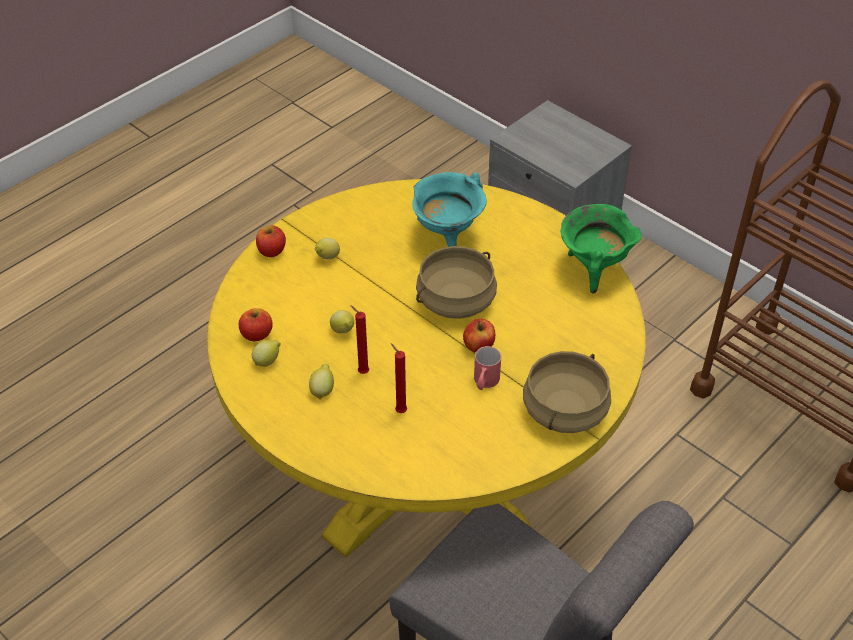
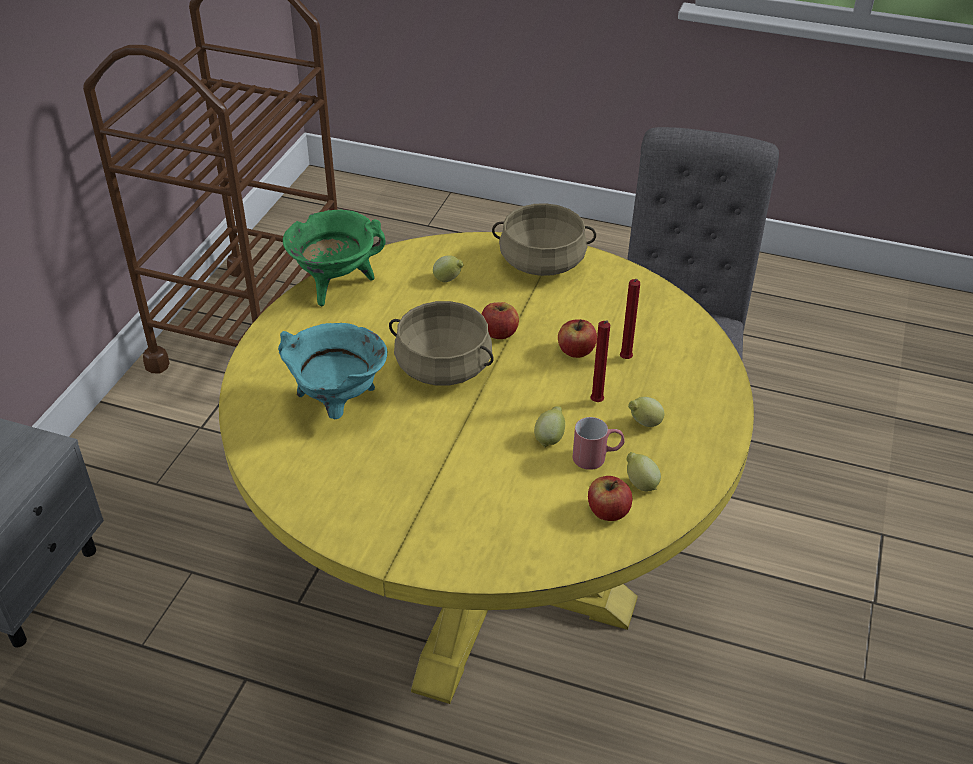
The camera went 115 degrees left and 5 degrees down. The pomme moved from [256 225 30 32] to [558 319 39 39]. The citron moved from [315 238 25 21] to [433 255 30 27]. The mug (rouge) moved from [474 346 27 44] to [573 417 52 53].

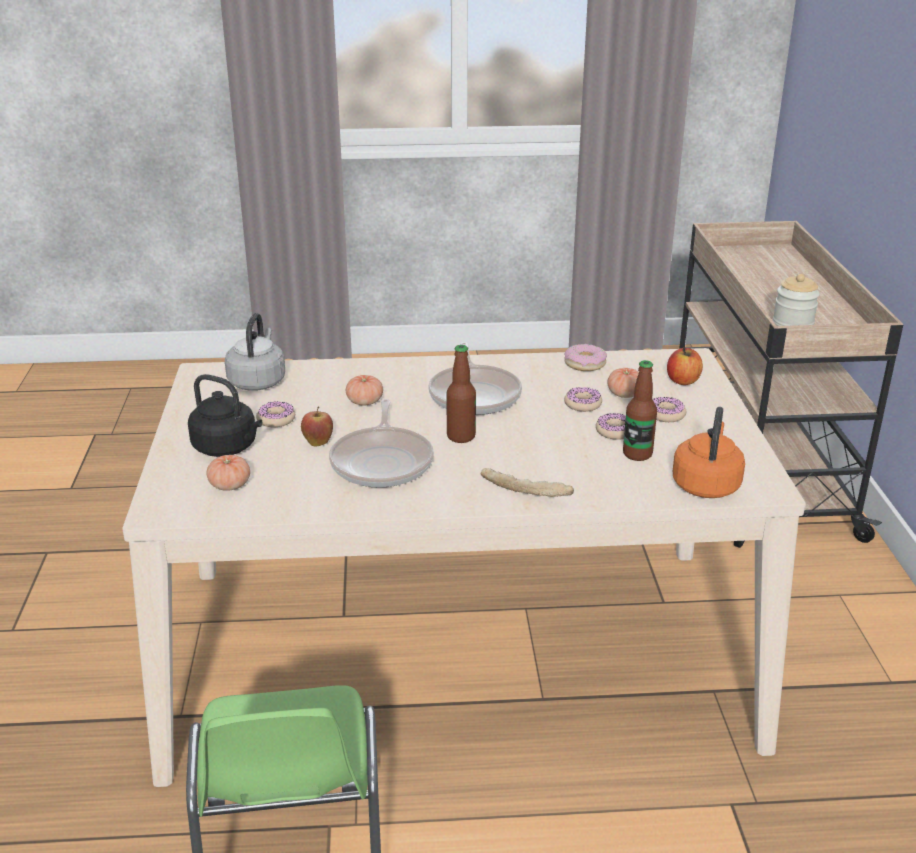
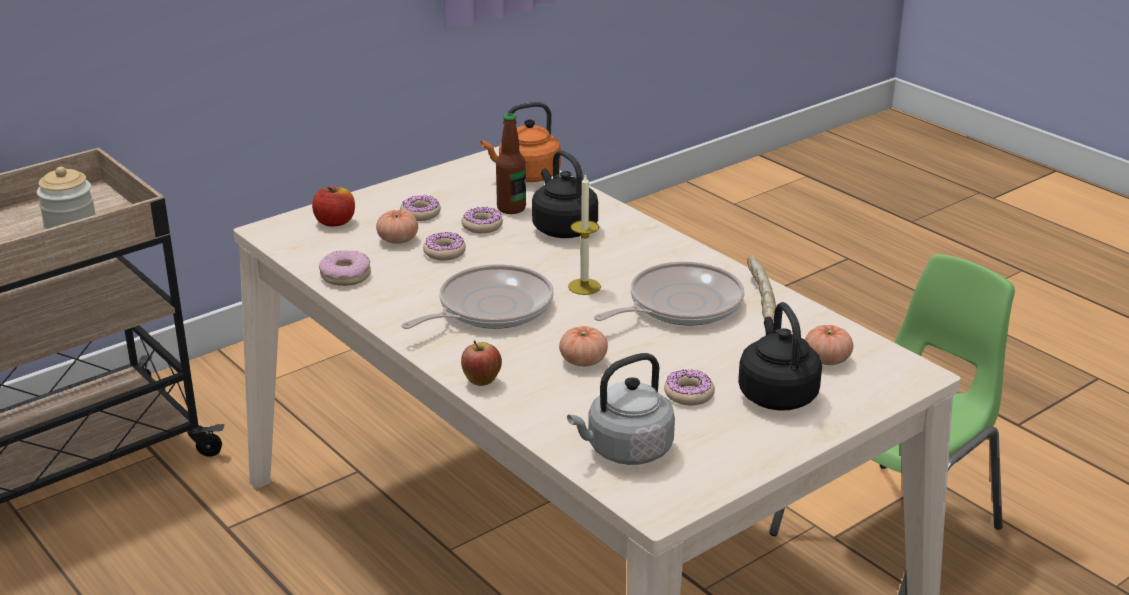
The camera went 125 degrees left and 0 degrees up. The bouilloire (noir) at [532 150 66 88] appeared. The pomme moved from [301 406 32 40] to [461 340 41 46]. The pain moved from [480 468 94 29] to [747 256 29 65]. The bouteille at [446 345 30 98] was replaced by the bougie at [568 174 33 121].

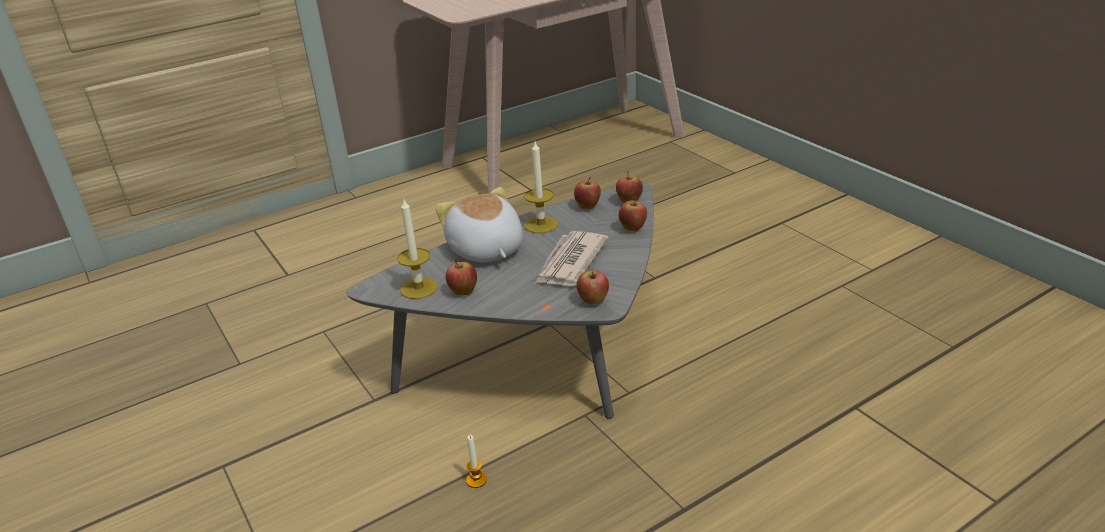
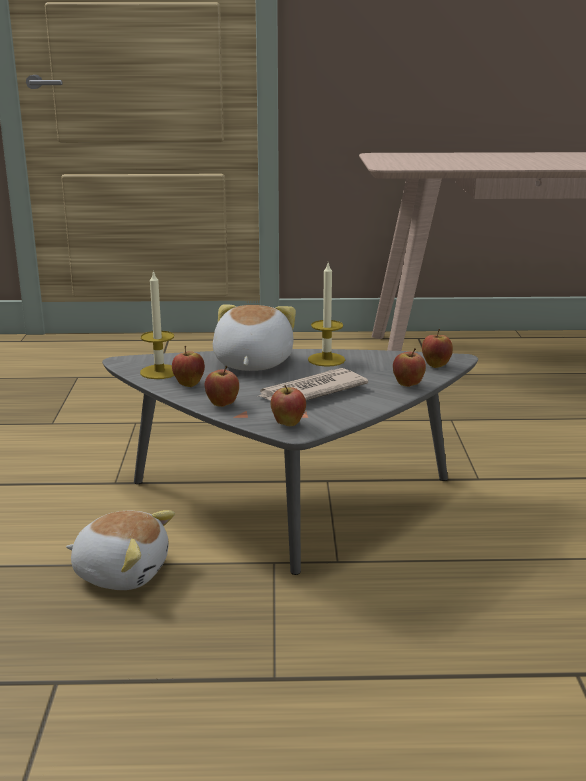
The camera went 30 degrees right and 10 degrees down. The pomme moved from [574 177 27 32] to [204 366 35 41]. The bougie at [466 435 21 53] was replaced by the peluche at [66 510 109 80].

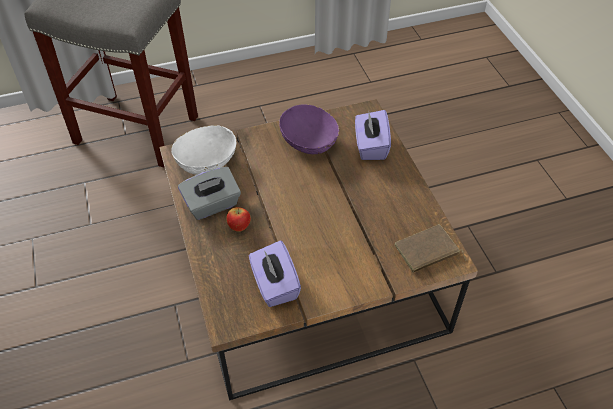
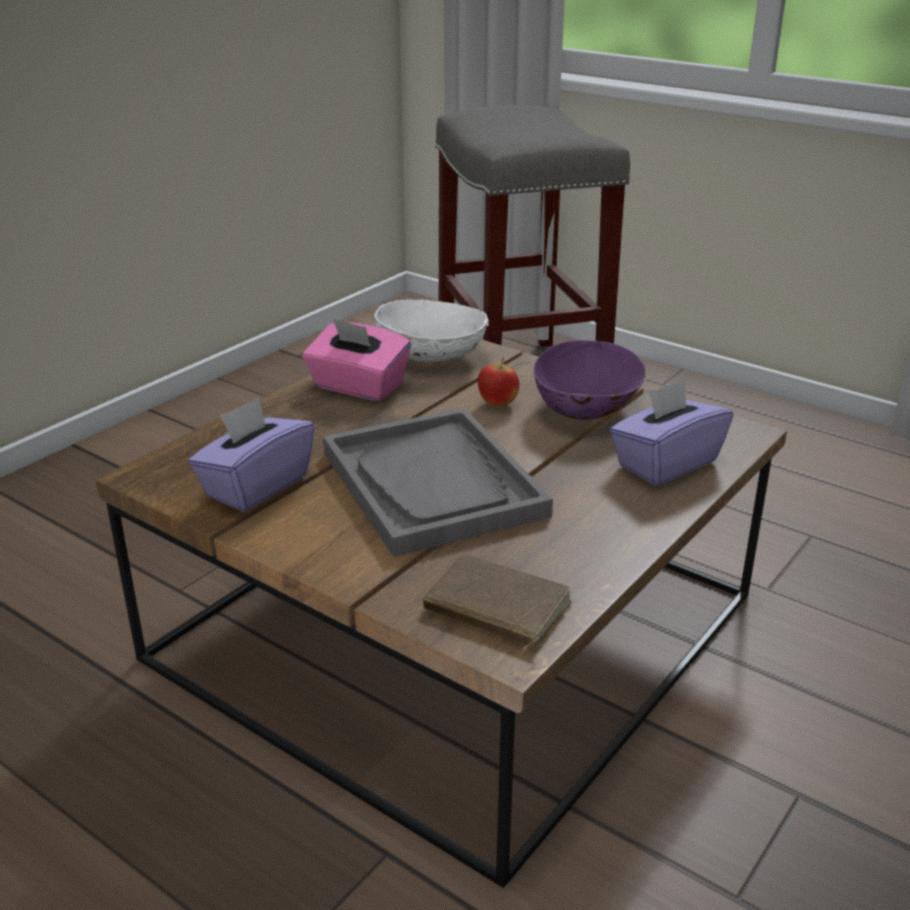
The camera went 55 degrees right and 20 degrees down. The plateau (gris) at [323 408 230 149] appeared. The pomme moved from [226 207 25 25] to [478 358 41 49]. The boîte à mouchoirs (gris) at [178 167 63 53] became the boîte à mouchoirs (rose) at [303 318 108 83].

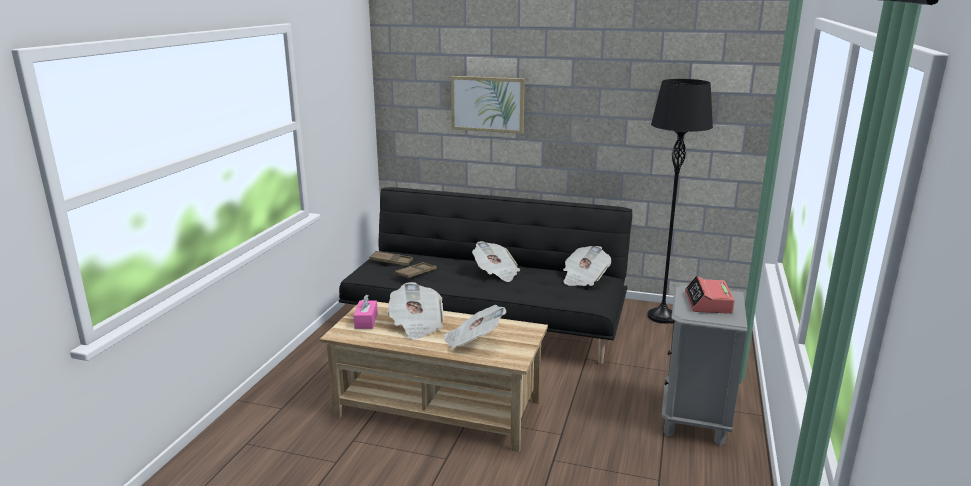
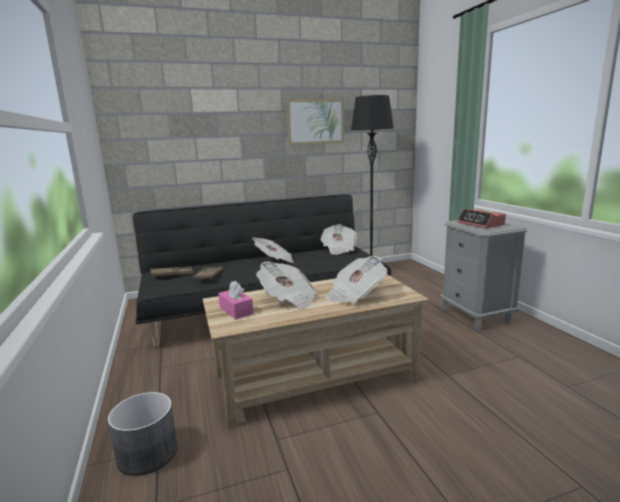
The camera went 35 degrees left and 5 degrees down. The cache-pot (gris) at [108 392 70 84] appeared. The tableau moved from [451 76 74 58] to [286 99 58 46].

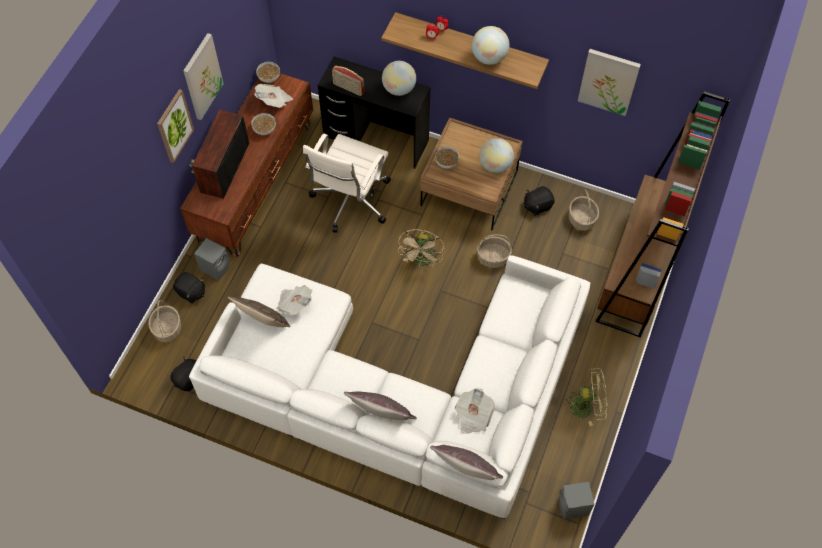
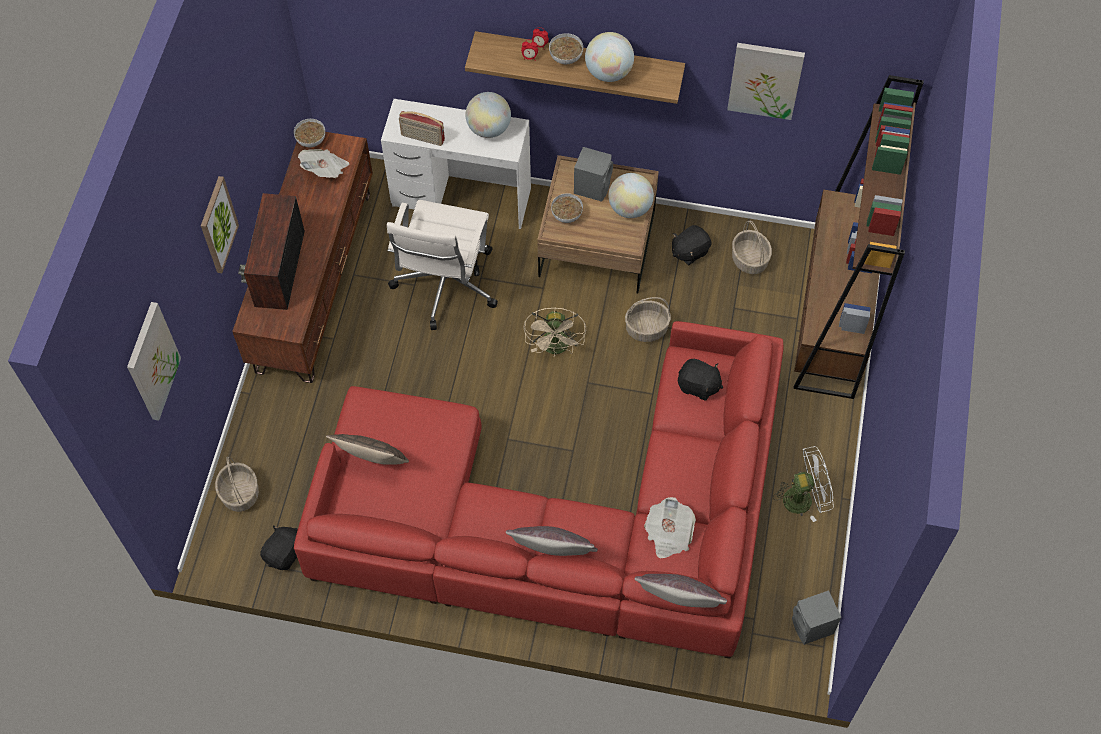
The camera went 10 degrees left and 0 degrees up. The journal at [277 285 35 30] disappeared. The peluche (noir) moved from [173 272 32 32] to [678 359 45 42]. The tableau moved from [183 33 41 87] to [127 302 54 119]. The enceinte (gris) moved from [194 238 36 42] to [574 147 39 55]. The bol moved from [251 113 25 22] to [549 33 34 31]. The canapé (blanc) at [189 255 401 265] became the canapé (rouge) at [294 321 490 338]. The bureau (noir) at [318 56 112 113] became the bureau (blanc) at [381 99 150 130]. The ventilateur (vert) at [563 368 44 58] became the ventilateur (blanc) at [773 446 61 76].

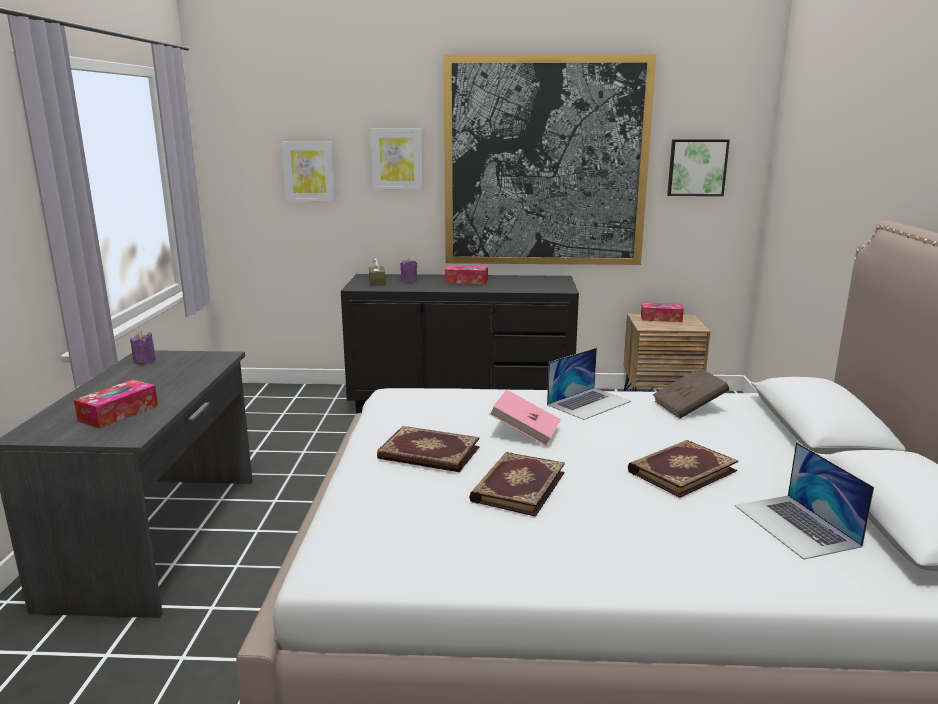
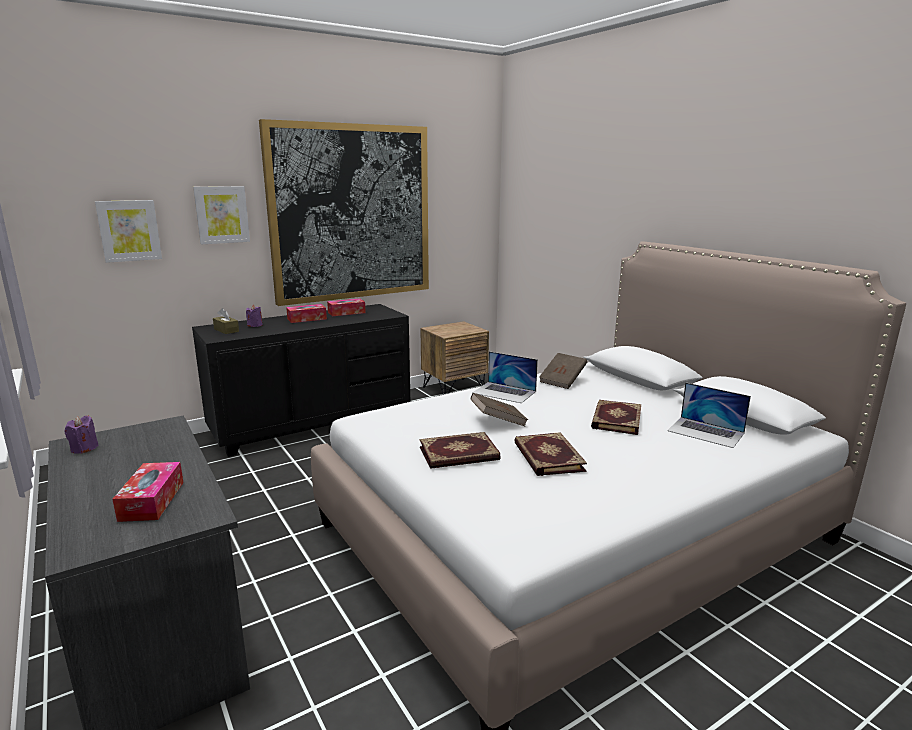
The camera went 35 degrees left and 0 degrees up. The tableau at [667 139 63 57] disappeared. The boîte à mouchoirs moved from [641 302 43 20] to [327 299 39 17]. The livre (rose) at [490 389 71 57] became the livre (marron) at [470 393 58 33]. The ordinateur portable at [547 348 84 72] turned 105 degrees clockwise.

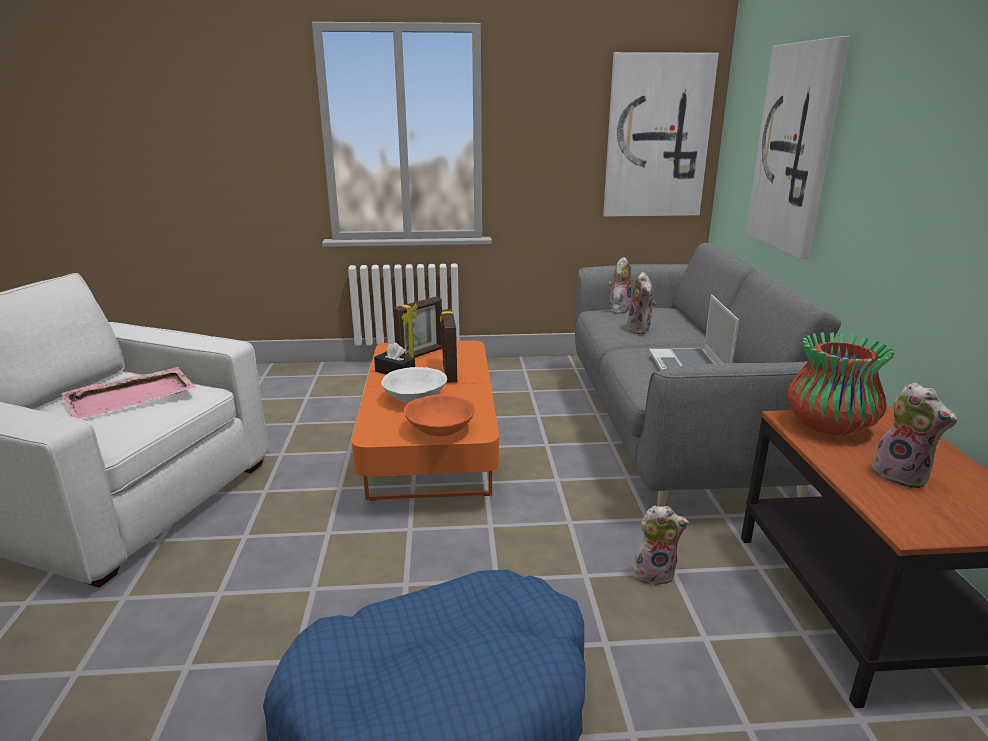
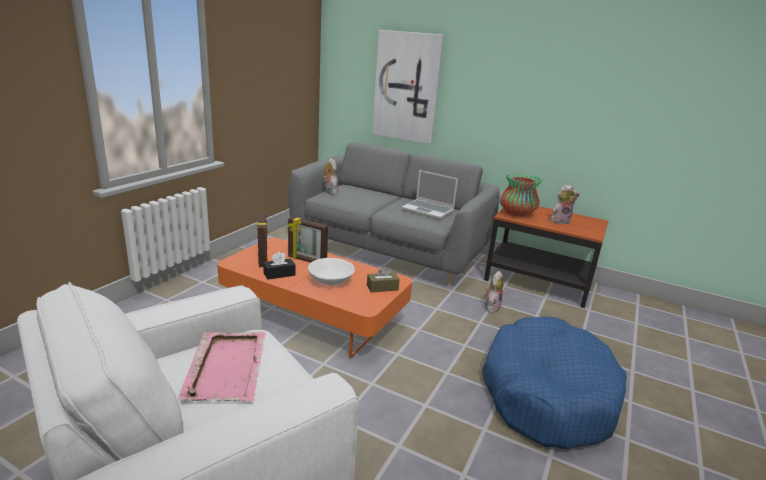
The camera went 60 degrees left and 0 degrees up. The tableau at [603 52 116 165] disappeared. The peluche at [627 272 29 62] disappeared. The bol (orange) at [404 394 71 42] was replaced by the boîte à mouchoirs (marron) at [367 266 33 27].

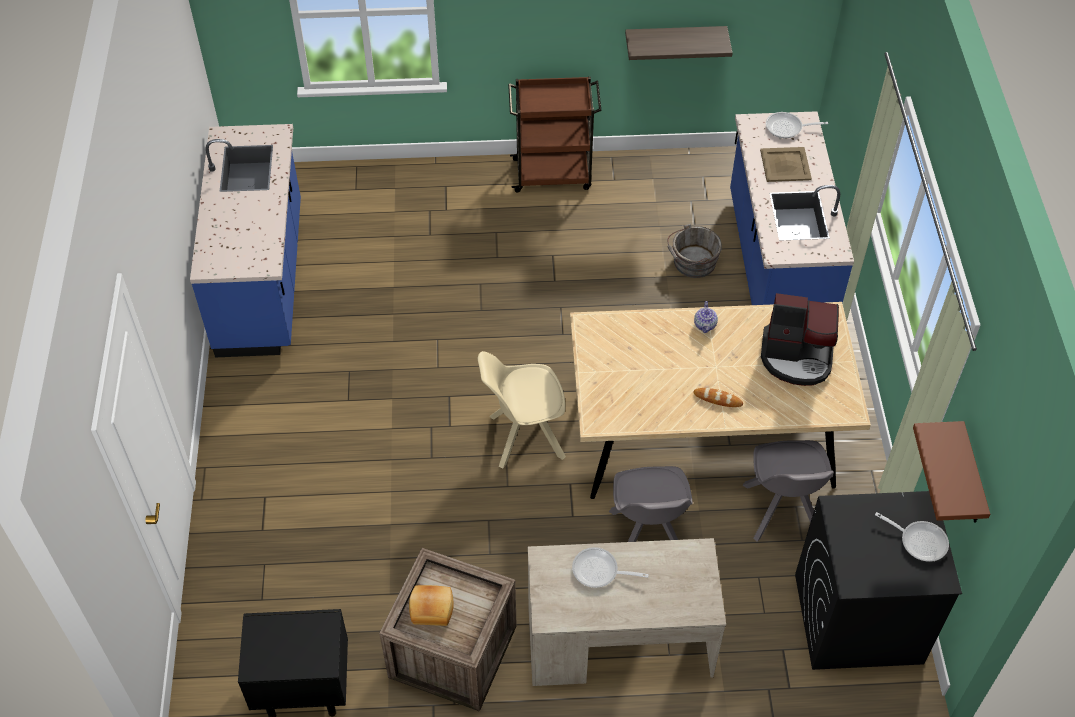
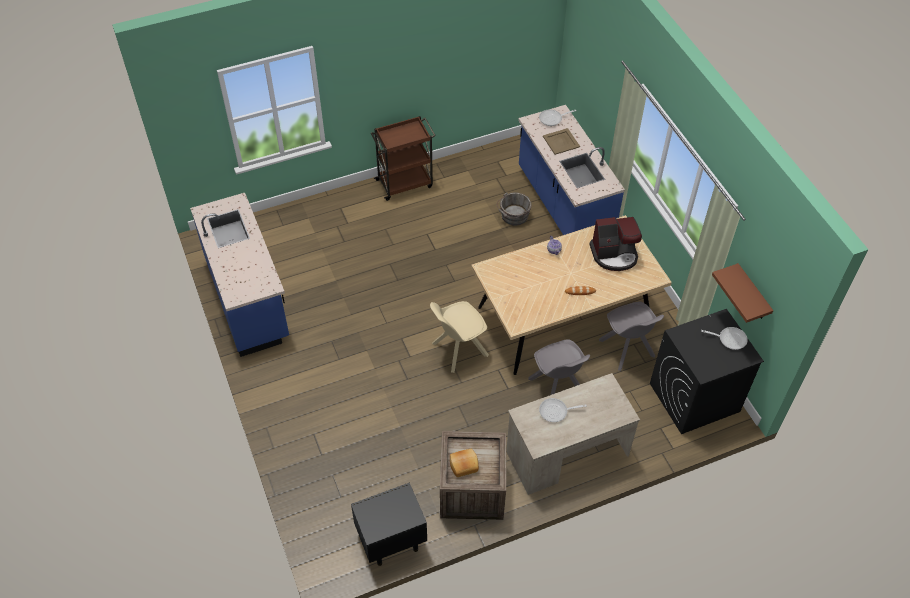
The camera went 20 degrees left and 0 degrees up. The étagère at [625 26 108 34] disappeared.

